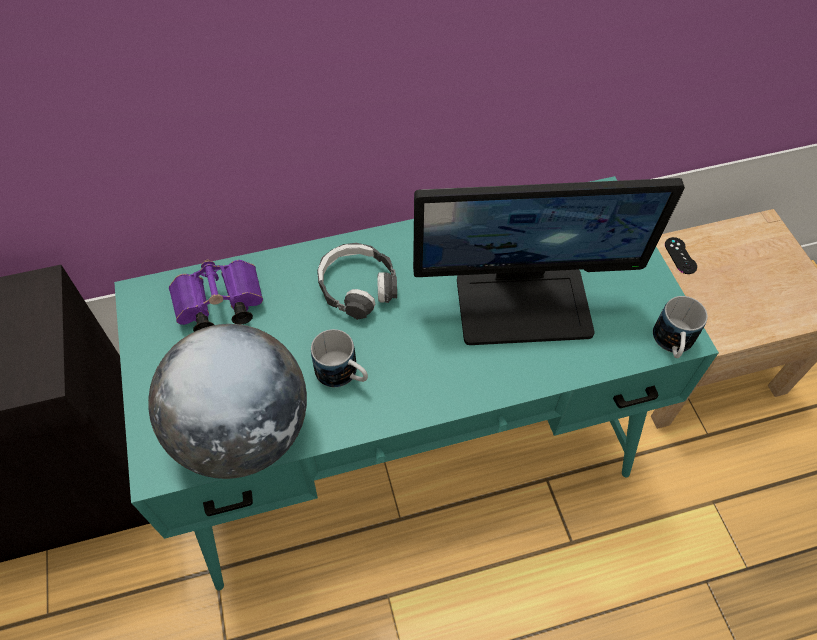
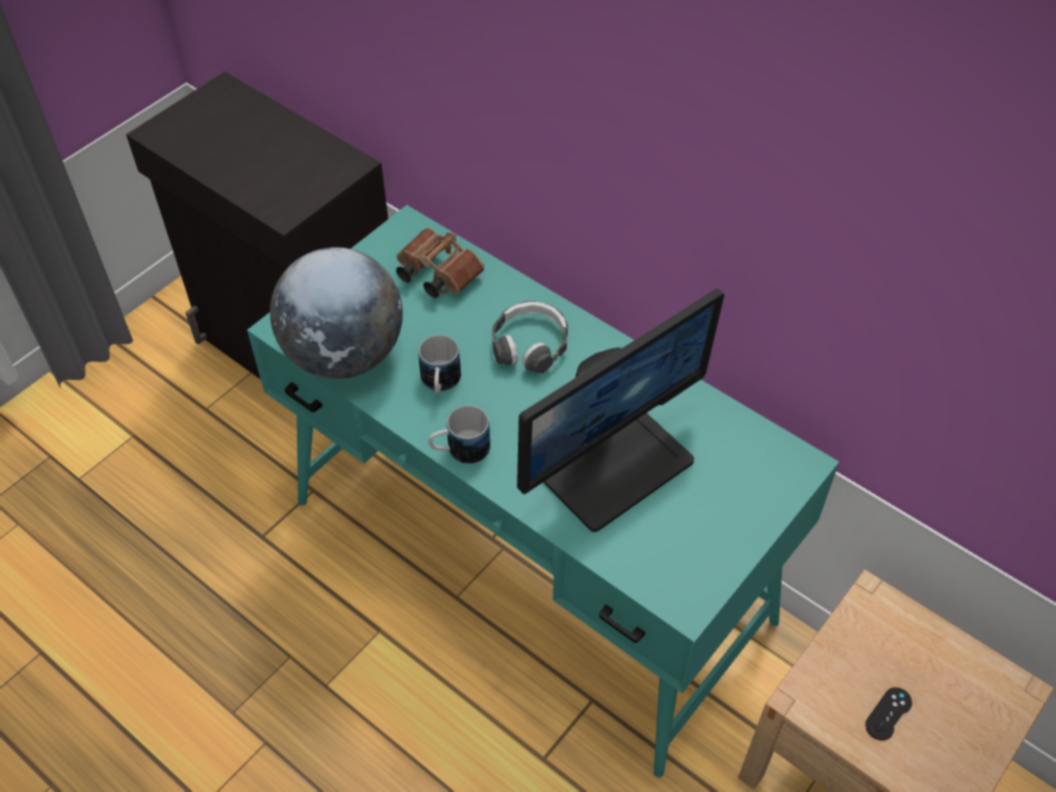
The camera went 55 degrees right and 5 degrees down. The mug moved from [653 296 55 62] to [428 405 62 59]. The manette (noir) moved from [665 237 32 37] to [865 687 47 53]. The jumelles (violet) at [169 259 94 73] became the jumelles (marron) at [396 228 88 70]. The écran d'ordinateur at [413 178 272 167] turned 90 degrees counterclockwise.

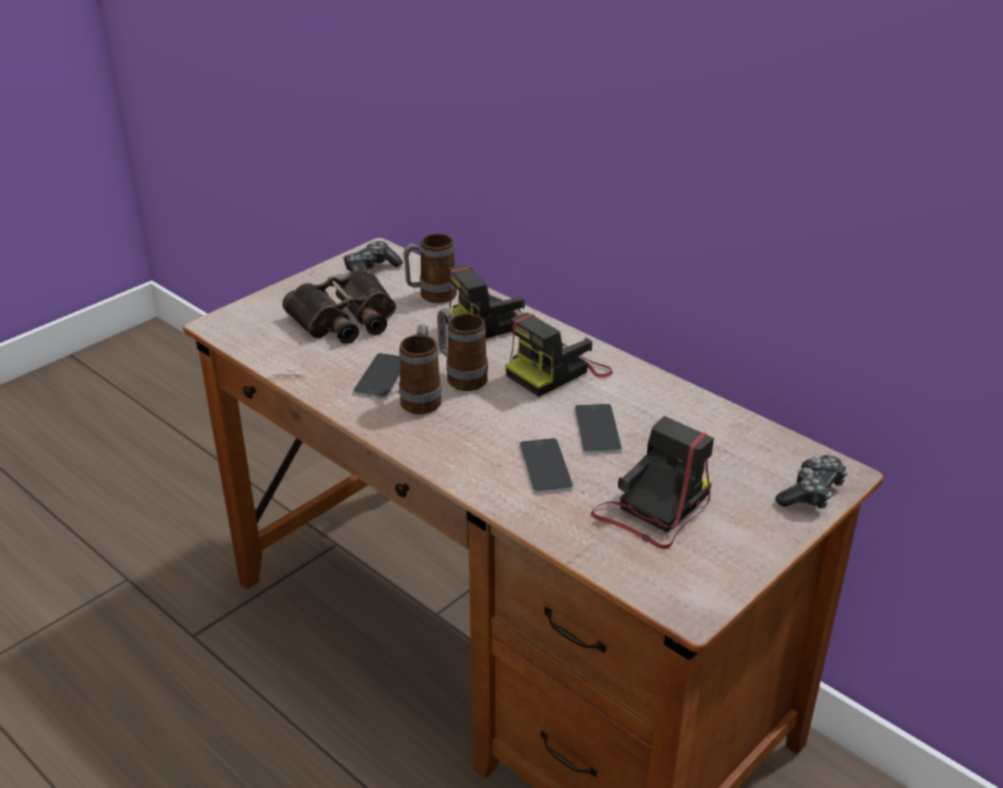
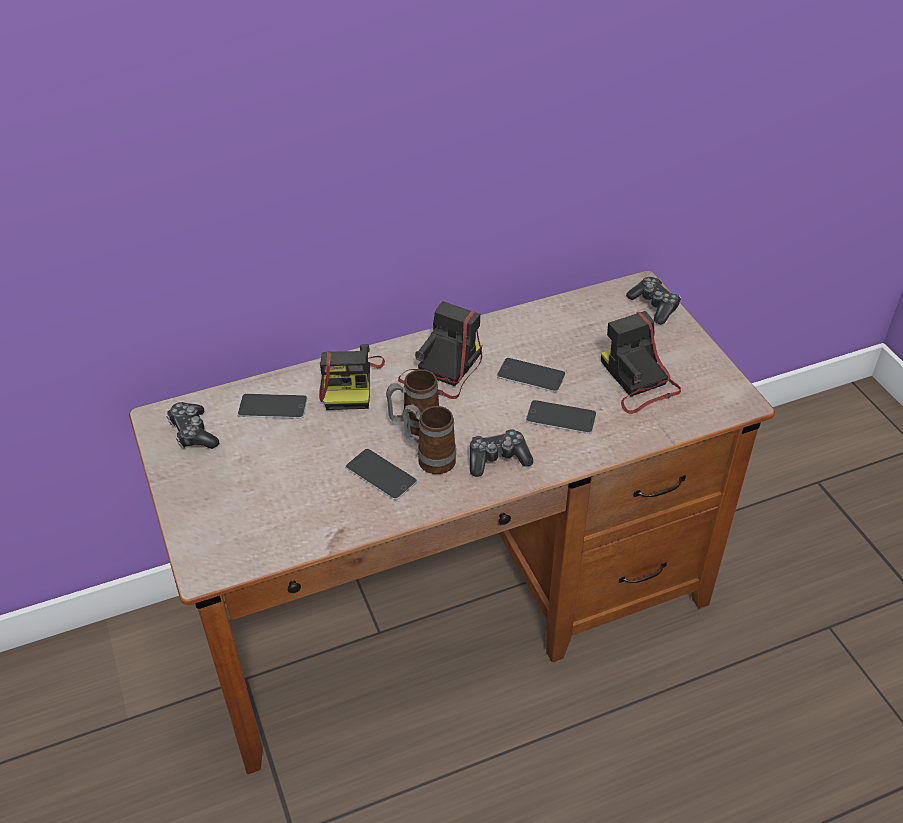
The camera went 65 degrees left and 10 degrees up. The jumelles at [282 269 114 75] disappeared. The manette at [470 429 63 48] appeared. The mug at [403 234 54 69] was replaced by the téléphone at [238 394 69 25]. The appareil photo at [505 313 108 84] turned 135 degrees counterclockwise.

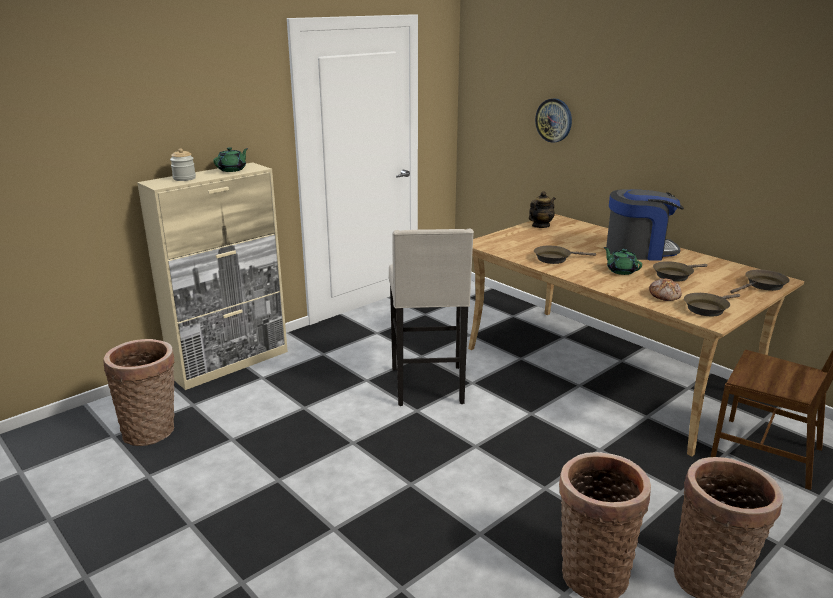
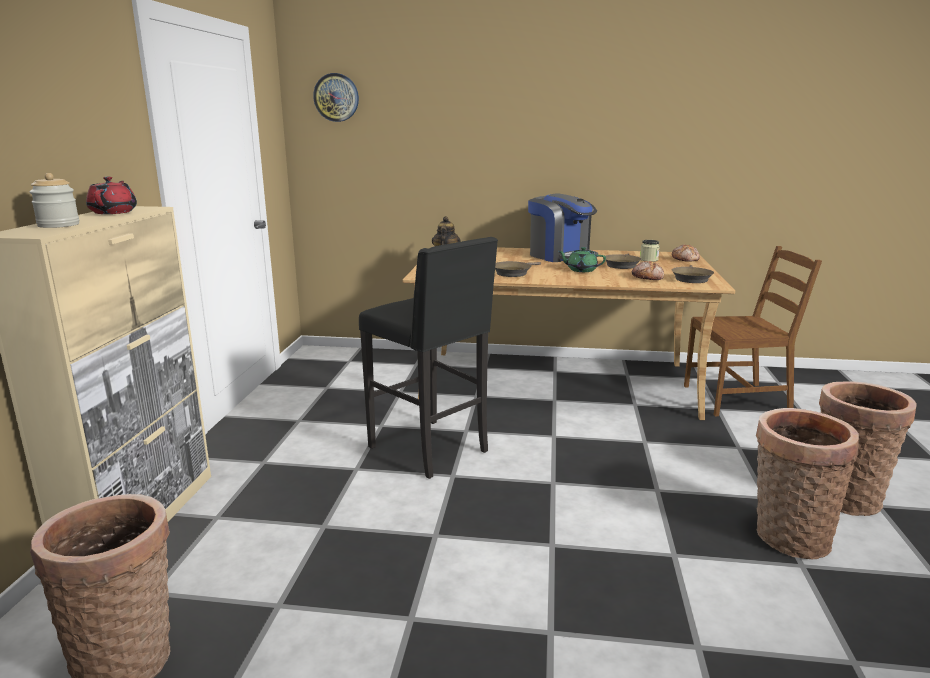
The camera went 40 degrees left and 5 degrees down. The bocal at [640 240 20 22] appeared. The horloge murale moved from [535 98 37 45] to [313 73 46 49]. The poêle (marron) at [730 270 60 23] was replaced by the pain at [672 244 28 18]. The théière (vert) at [213 147 35 25] became the théière (rouge) at [86 177 51 37]. The tabouret (beige) at [389 229 85 177] became the tabouret (noir) at [359 237 139 242]. The machine à café at [606 189 78 72] turned 90 degrees clockwise.

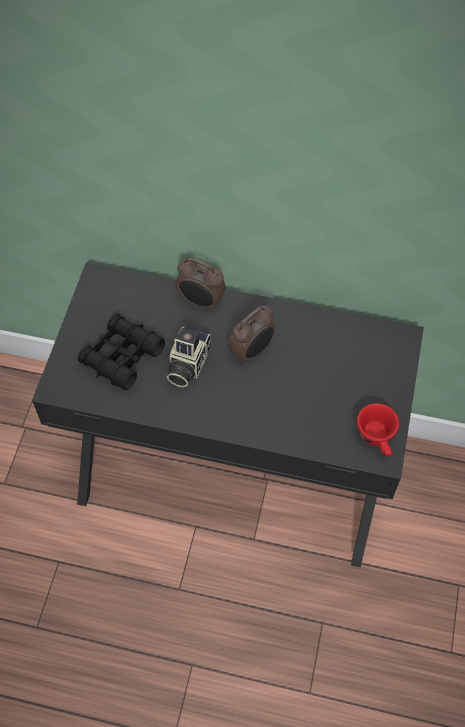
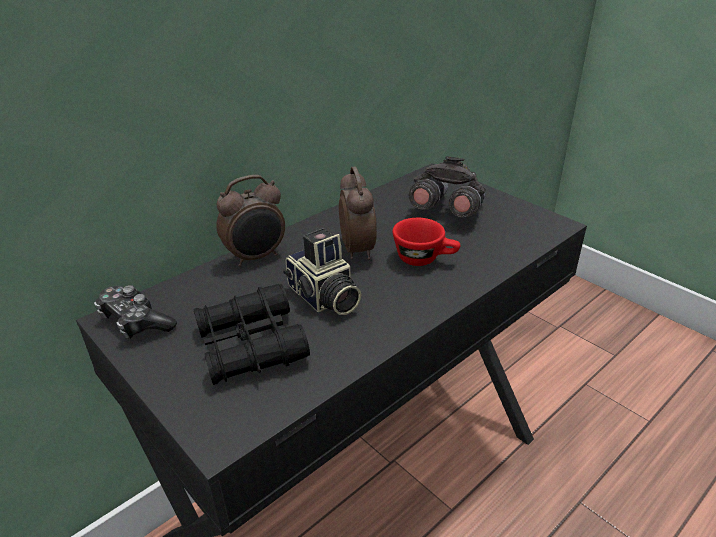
The camera went 55 degrees left and 25 degrees down. The manette at [94 285 83 54] appeared. The jumelles (gris) at [409 156 77 62] appeared. The tasse (rouge) moved from [357 403 42 53] to [393 218 68 48].

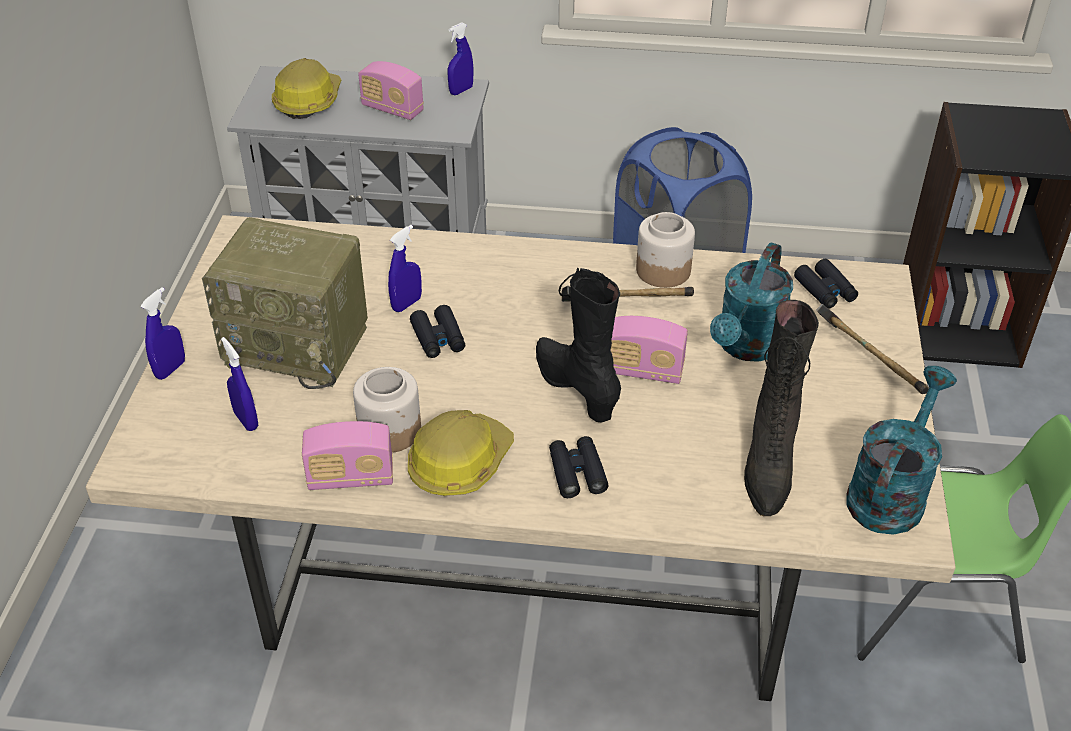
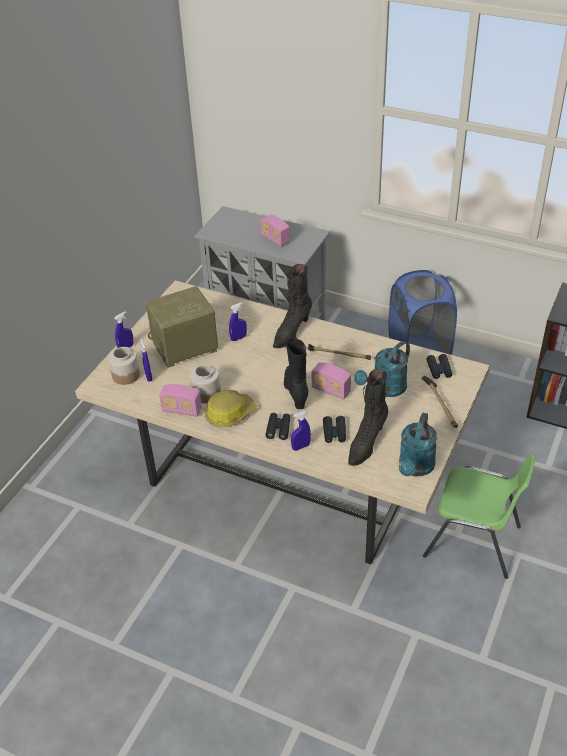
The camera went 20 degrees right and 0 degrees up. The casque de chantier at [272 58 69 61] disappeared. The botte (noir) at [273 264 39 84] appeared. The jumelles (noir) moved from [410 305 55 53] to [323 416 23 27]. The vaporisateur (bleu) moved from [448 22 25 73] to [291 411 20 40]. The bocal moved from [636 212 59 76] to [108 347 32 38]. The radio at [202 217 166 172] turned 120 degrees clockwise. The arrosoir (turquoise) at [847 366 110 169] turned 150 degrees clockwise.

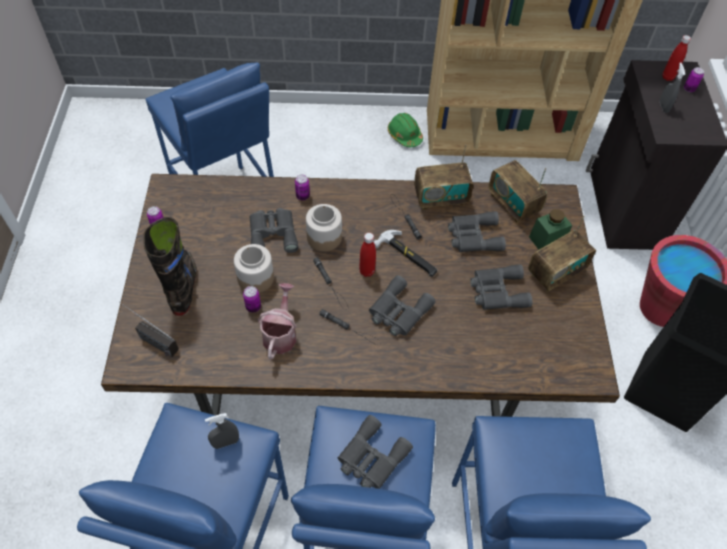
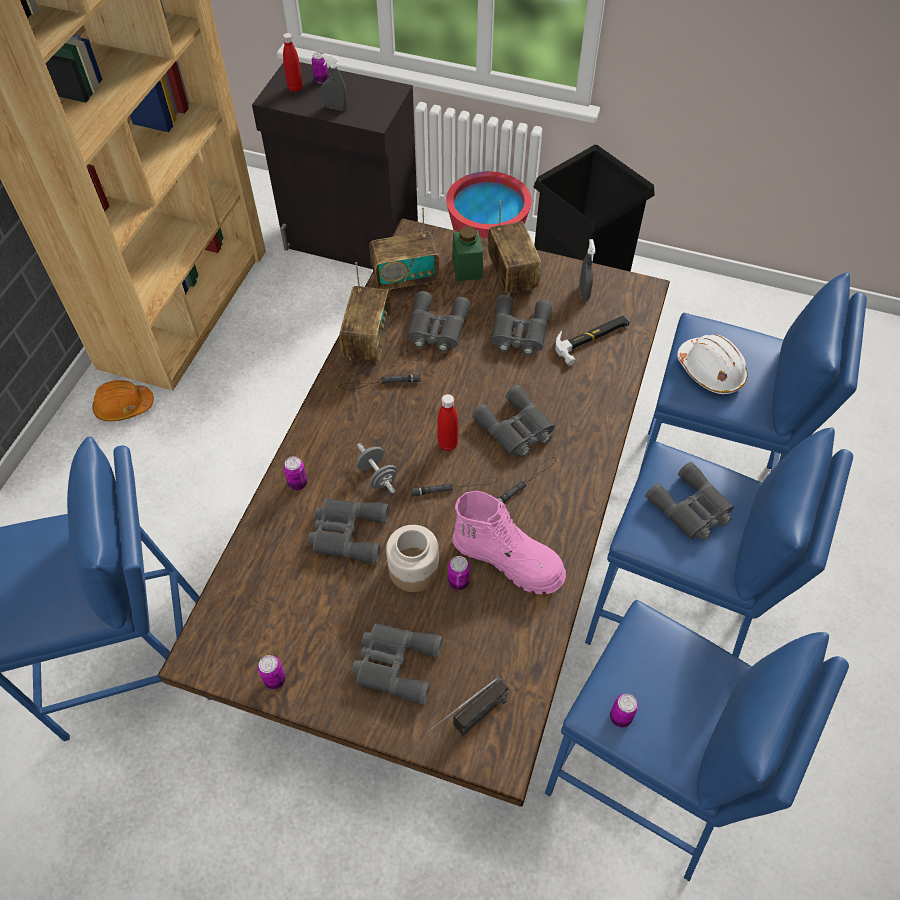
The camera went 70 degrees left and 0 degrees up. The boîte métallique at [610 694 28 34] appeared. The casque de chantier (blanc) at [677 334 71 60] appeared. The vaporisateur (gris) moved from [205 413 34 36] to [579 239 16 61]. The marteau moved from [373 230 64 47] to [555 315 75 51]. The botte (noir) at [143 217 54 99] was replaced by the jumelles (gris) at [352 623 91 82]. The arrosoir at [258 283 39 76] was replaced by the botte (rose) at [453 491 113 103]. The bocal at [306 204 36 48] was replaced by the haltère (gris) at [356 443 41 51]. The casque de chantier (vert) at [388 113 35 34] became the casque de chantier (orange) at [92 380 62 42].

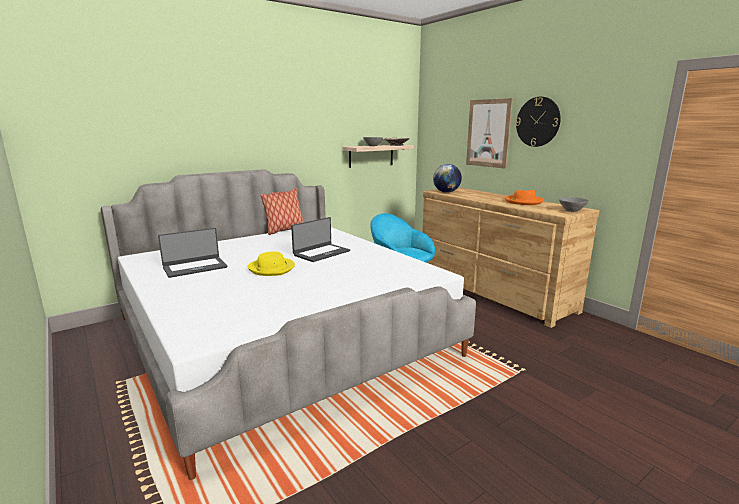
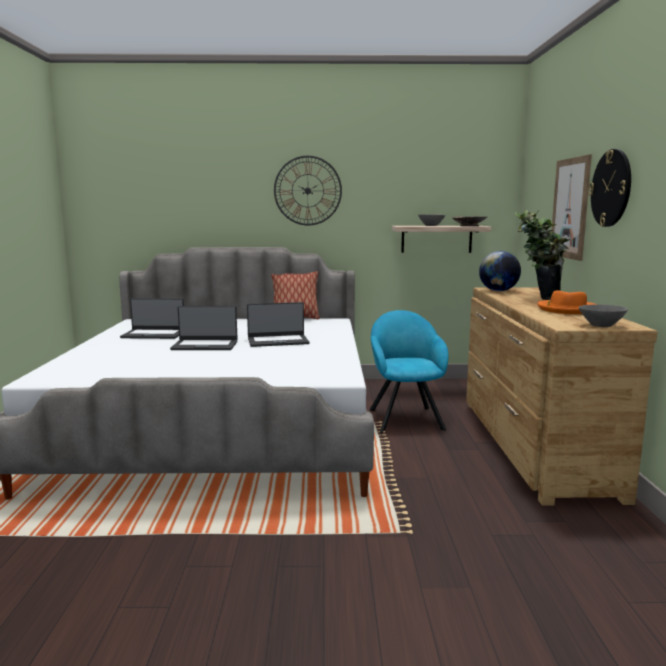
The camera went 35 degrees right and 5 degrees down. The horloge murale at [274 156 68 69] appeared. The plante en pot at [514 210 56 90] appeared. The chapeau (jaune) at [248 251 47 25] was replaced by the ordinateur portable at [170 306 68 44].

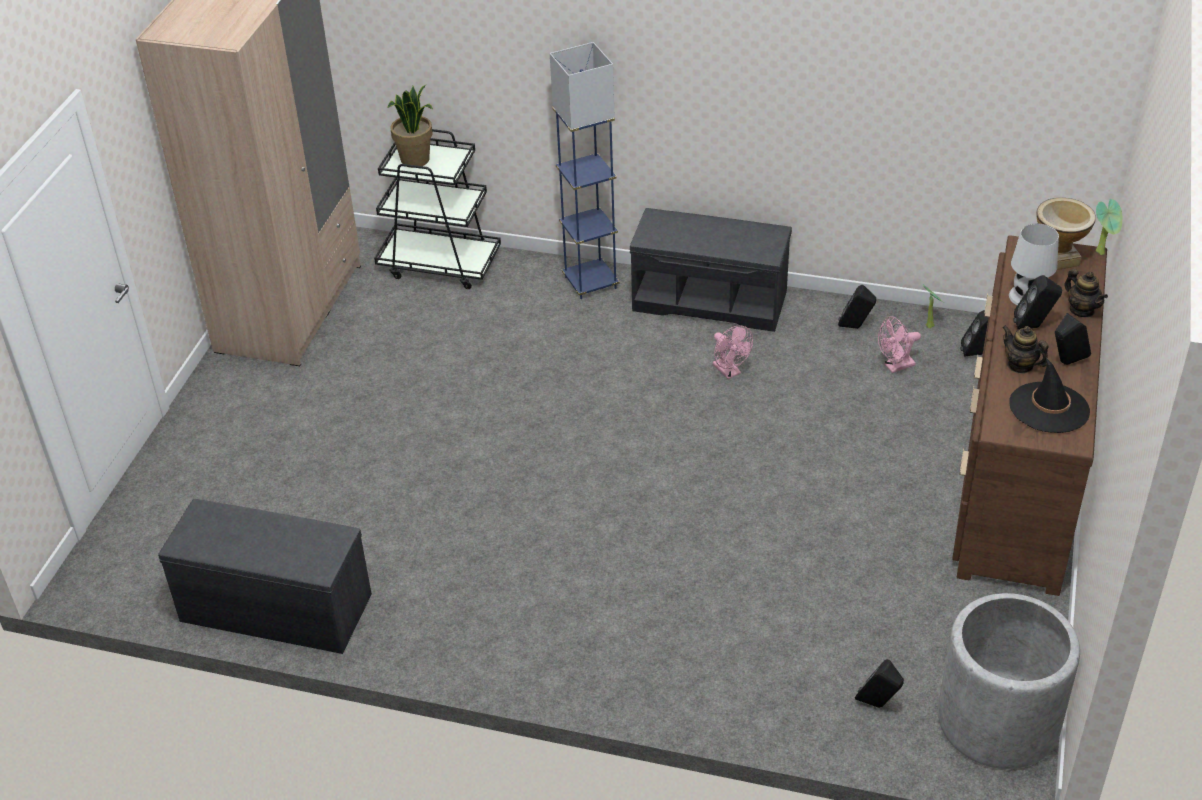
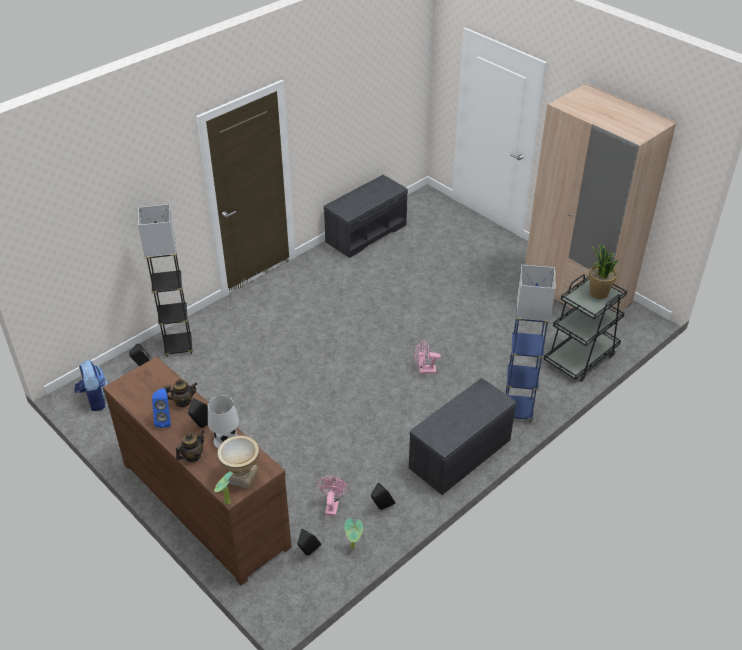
The camera went 120 degrees right and 0 degrees up. The chapeau (noir) at [1009 357 81 76] disappeared. The lampadaire (gris) at [138 204 55 153] appeared. The ventilateur (rose) moved from [713 326 40 53] to [415 340 26 33]. The cache-pot (gris) at [938 593 142 176] was replaced by the sac à dos at [74 360 35 51]. The enceinte (noir) at [1055 313 36 52] became the enceinte (bleu) at [152 388 19 40]. The théière at [1064 269 44 48] turned 135 degrees clockwise.

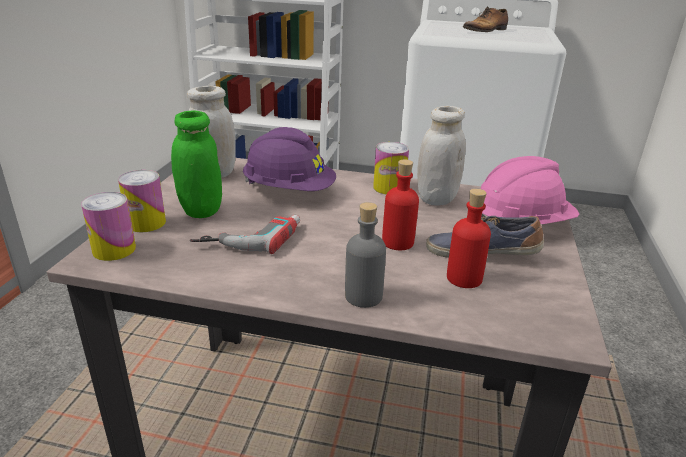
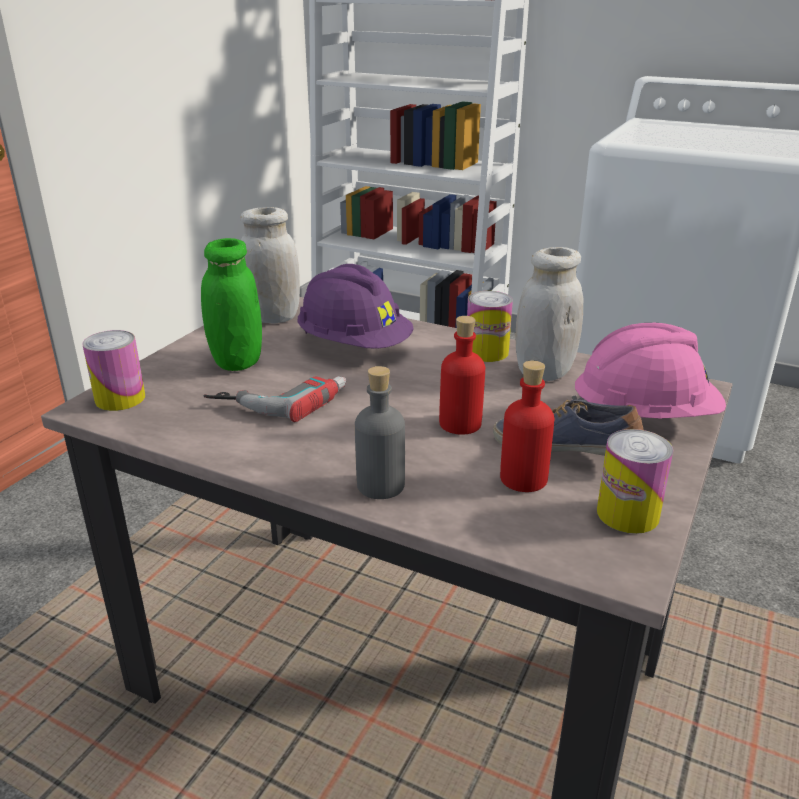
The camera went 15 degrees right and 0 degrees up. The chaussure at [463 6 45 26] disappeared. The boîte métallique moved from [118 170 48 62] to [597 429 76 105].

